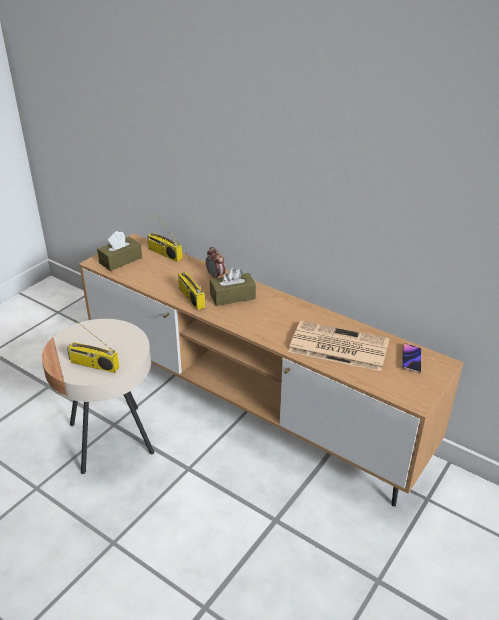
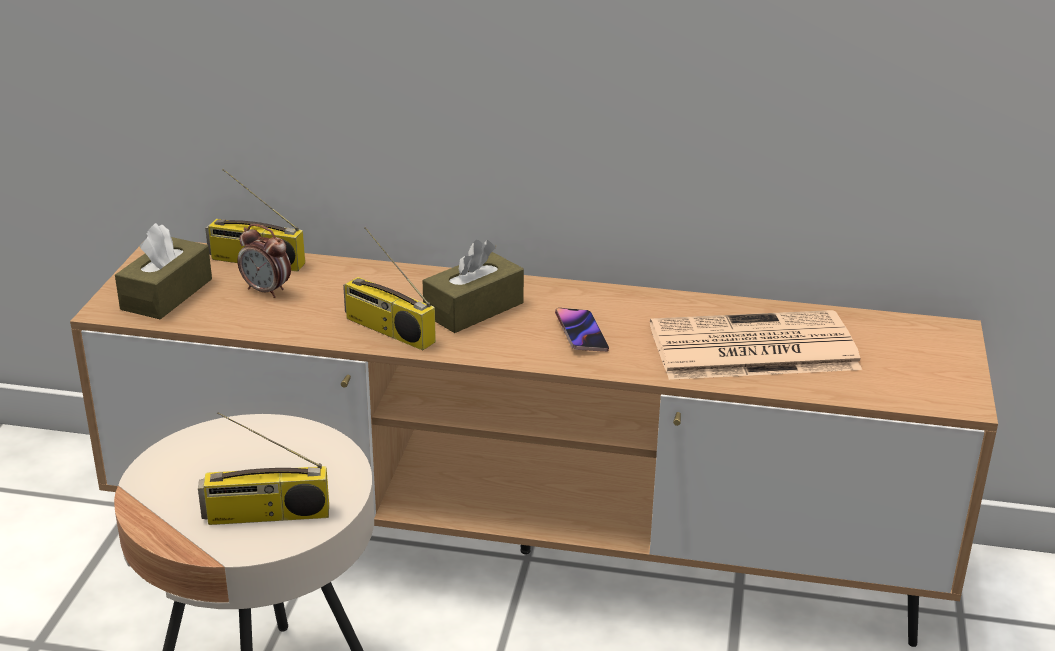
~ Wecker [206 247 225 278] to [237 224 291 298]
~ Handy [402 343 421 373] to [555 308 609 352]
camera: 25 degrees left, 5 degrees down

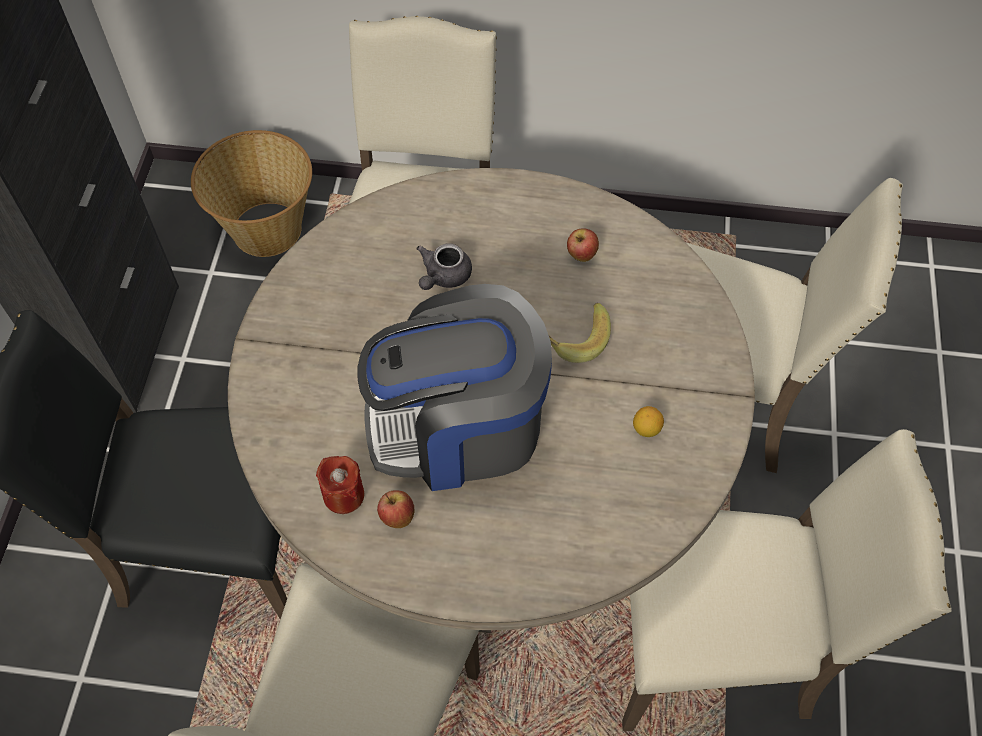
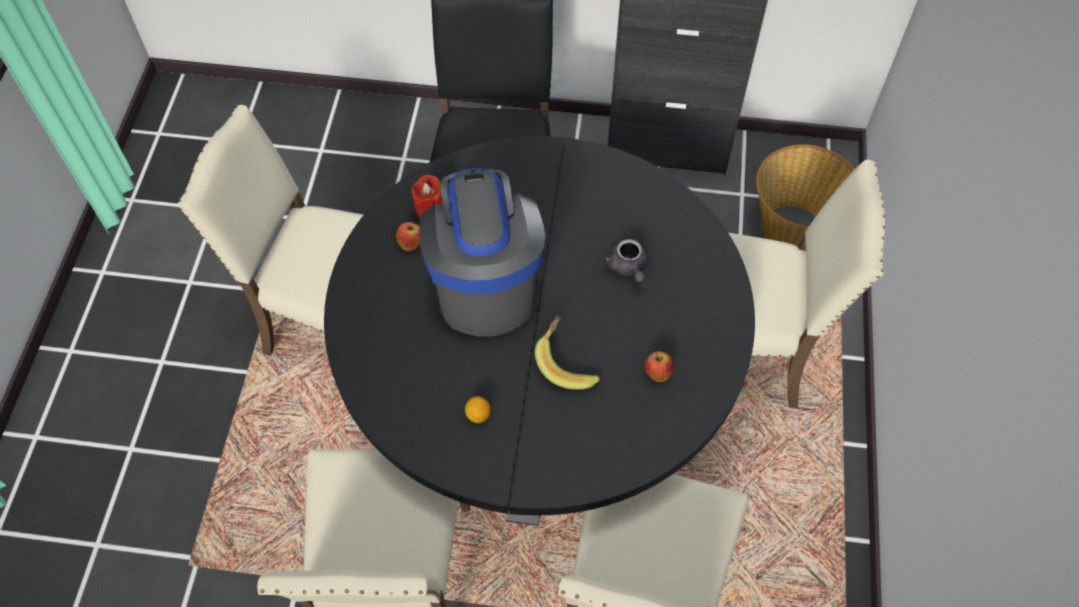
~ Esstisch (beige) [228 168 755 633] to Esstisch (schwarz) [324 136 755 526]
~ Teekanne (grau) [416 243 472 290] = [604 239 648 283] 135 degrees counterclockwise
camera: 90 degrees right, 0 degrees up

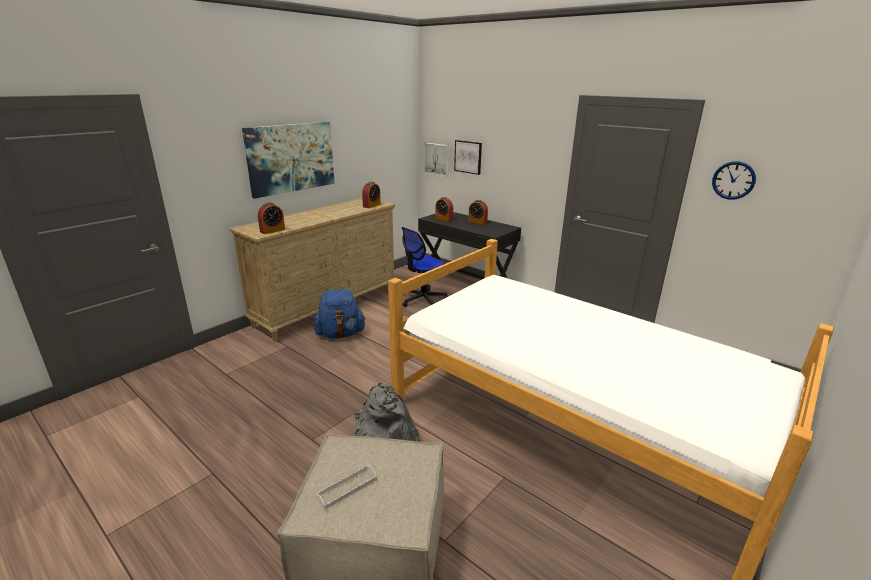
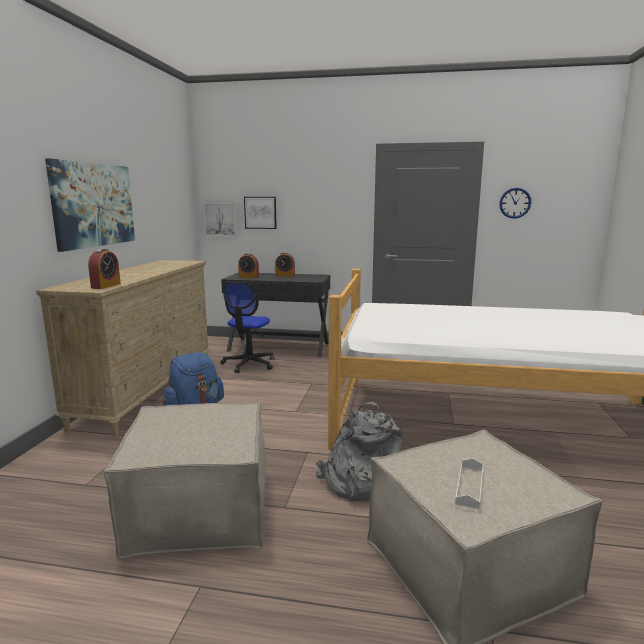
- Wecker [362 182 381 208]
+ Polsterhocker (beige) [104 402 266 558]
camera: 30 degrees left, 10 degrees down

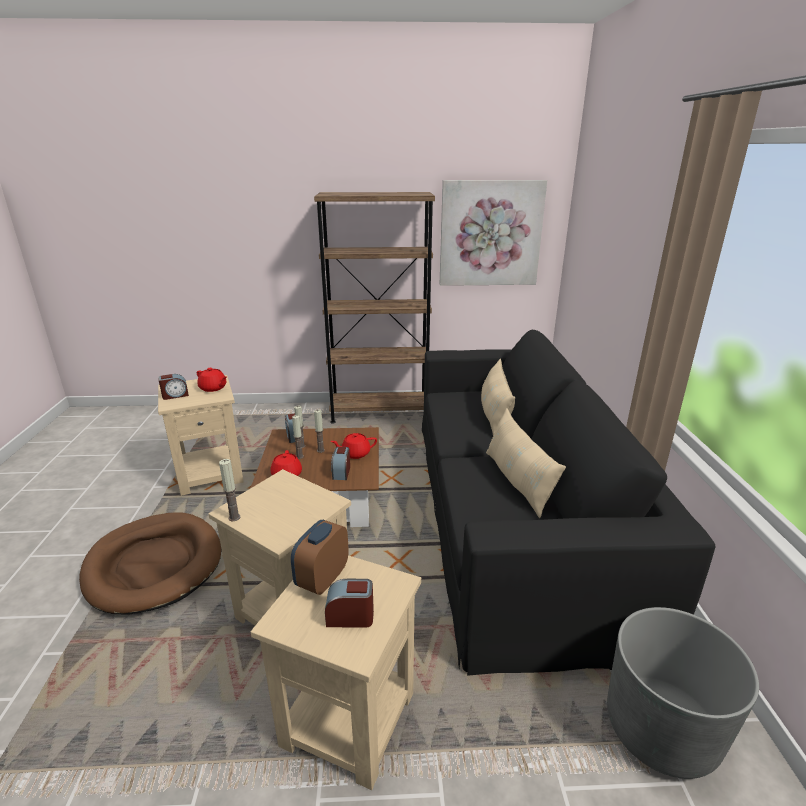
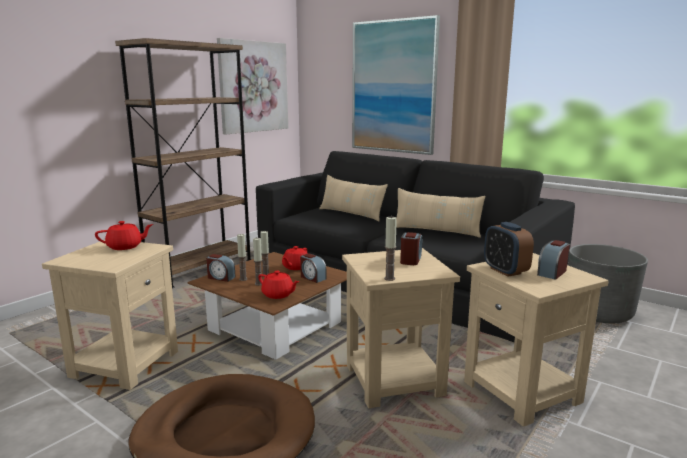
~ Wecker [158 374 189 400] to [400 232 422 265]
+ Bild [352 15 440 155]
camera: 50 degrees left, 10 degrees down

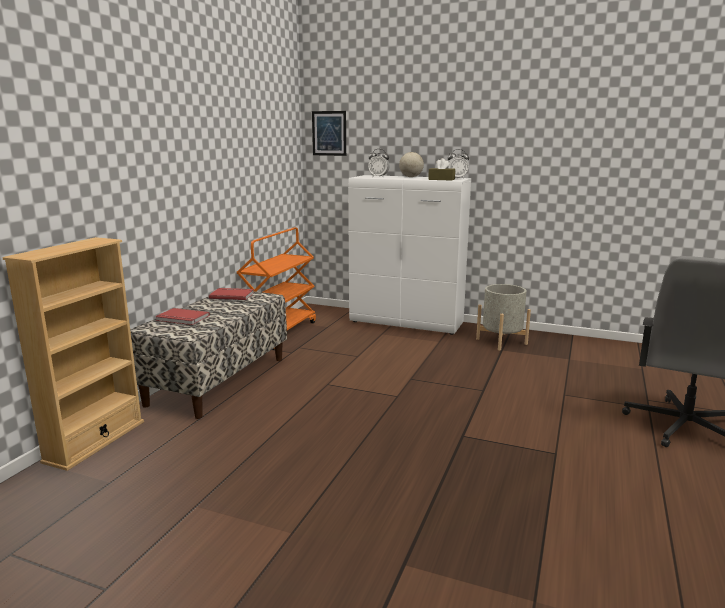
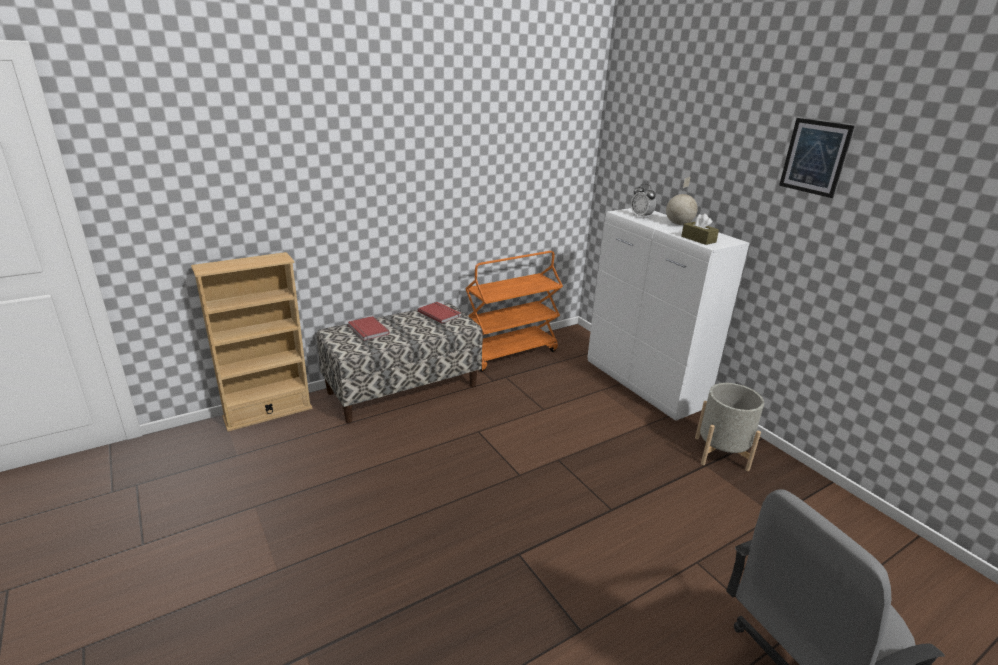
~ Bild [312 111 346 156] to [779 118 855 198]
- Wecker [448 149 469 179]
camera: 35 degrees right, 10 degrees up

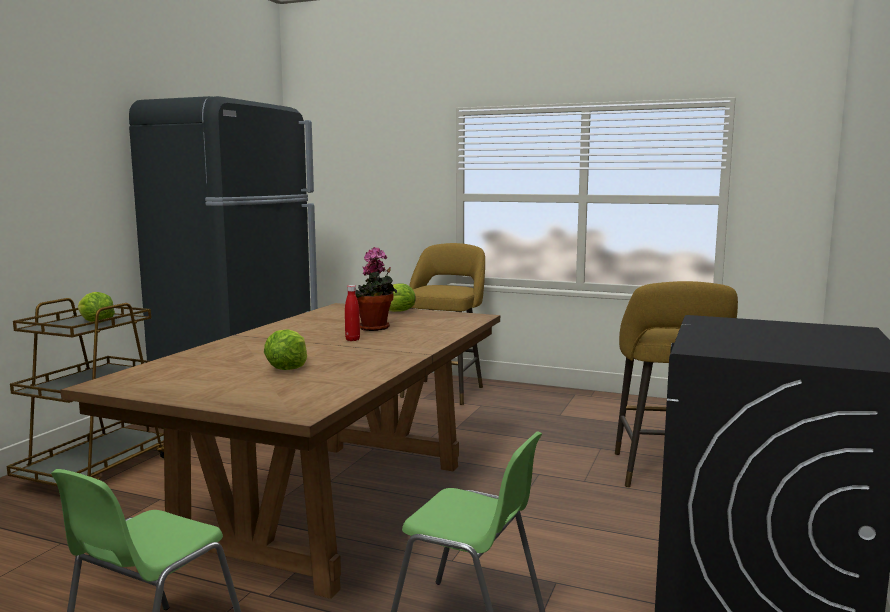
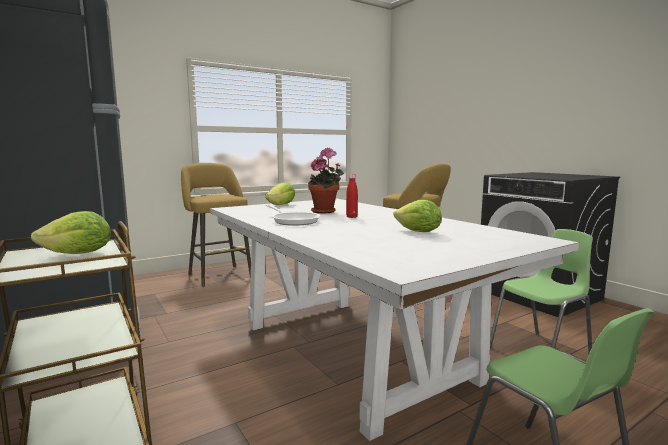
~ Esstisch (braun) [60 303 500 599] to Esstisch (weiß) [210 198 579 441]
+ Pfanne [266 204 321 226]
camera: 55 degrees left, 0 degrees up

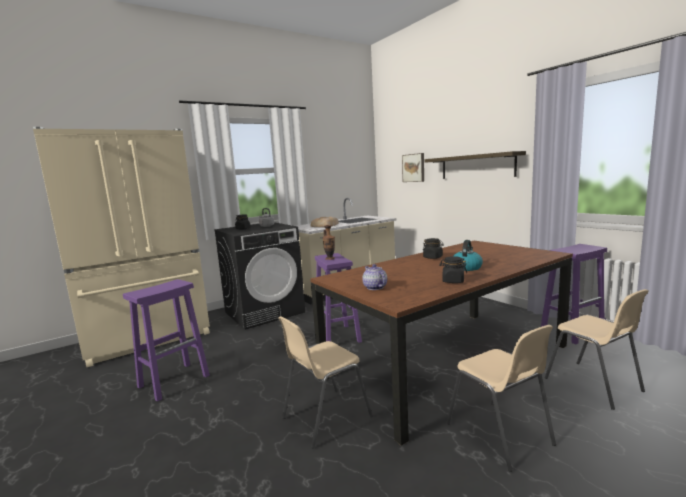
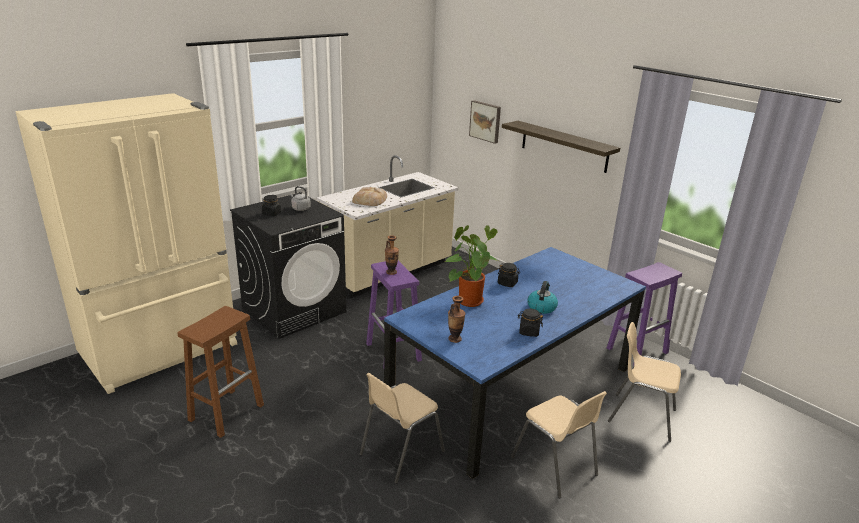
~ Esstisch (braun) [310 241 573 446] to Esstisch (blau) [384 247 646 479]
~ Teekanne [362 264 387 290] to Vase [448 296 465 343]
~ Hocker (lila) [123 279 210 402] to Hocker (braun) [178 306 264 438]
~ Stuhl (beige) [545 289 649 410] = [608 322 681 442] 150 degrees clockwise
+ Topfpflanze [445 225 498 307]
camera: 10 degrees left, 15 degrees up

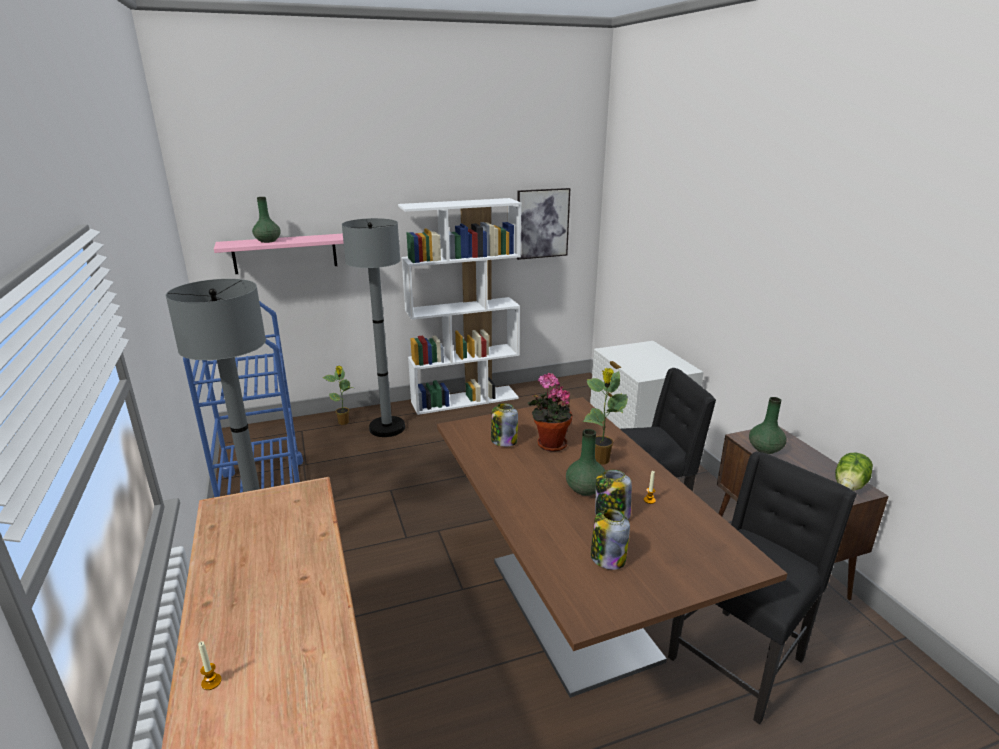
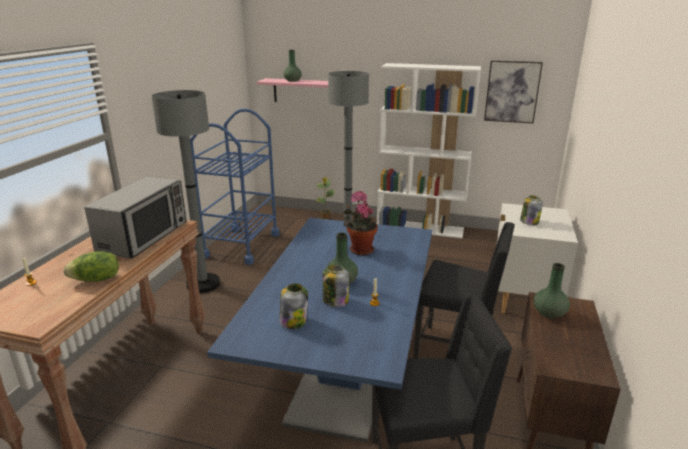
- Topfpflanze [583 368 628 465]
~ Esstisch (braun) [437 397 788 698] to Esstisch (blau) [207 218 432 442]
~ Vorratsglas [491 403 518 447] to [520 195 543 225]
~ Salatkopf [835 452 873 491] to [63 251 119 282]
+ Mikrowelle [84 176 187 258]
camera: 35 degrees right, 0 degrees up

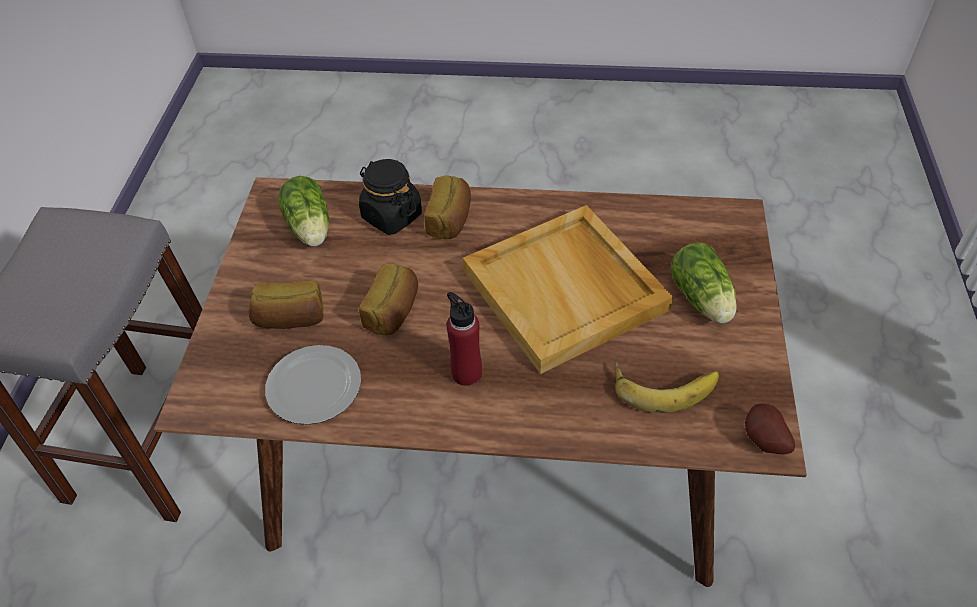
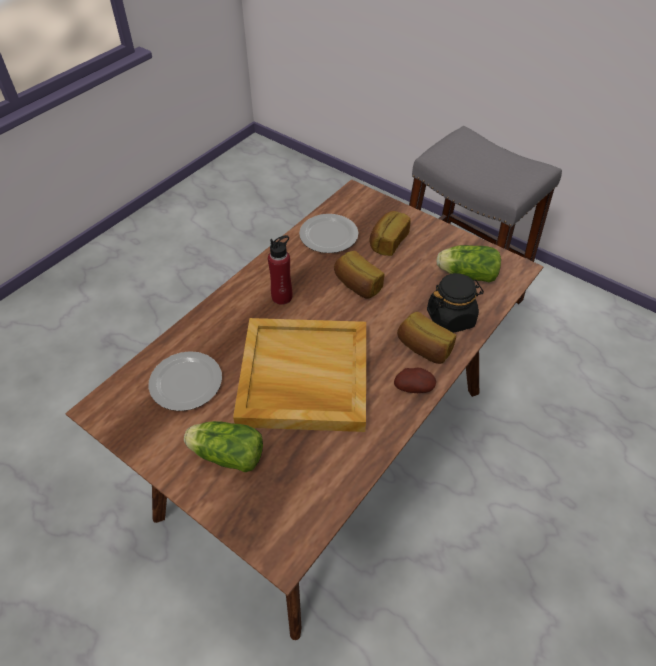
~ Banane [614 361 719 413] to Teller [148 351 222 411]
~ Kartoffel [745 404 795 455] to [394 368 436 393]
camera: 120 degrees right, 0 degrees up

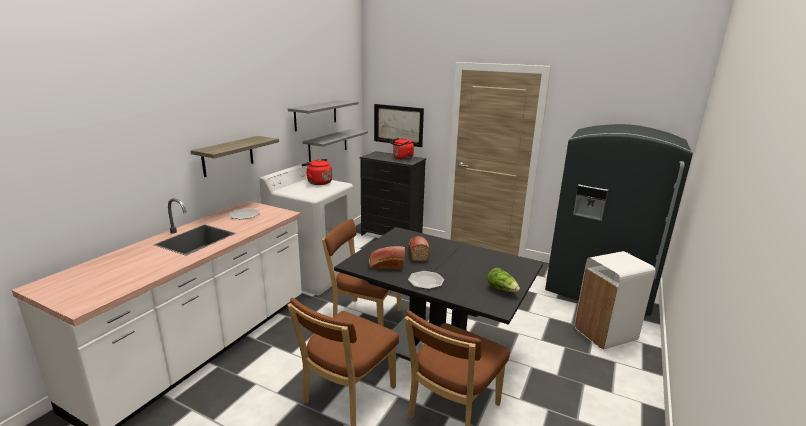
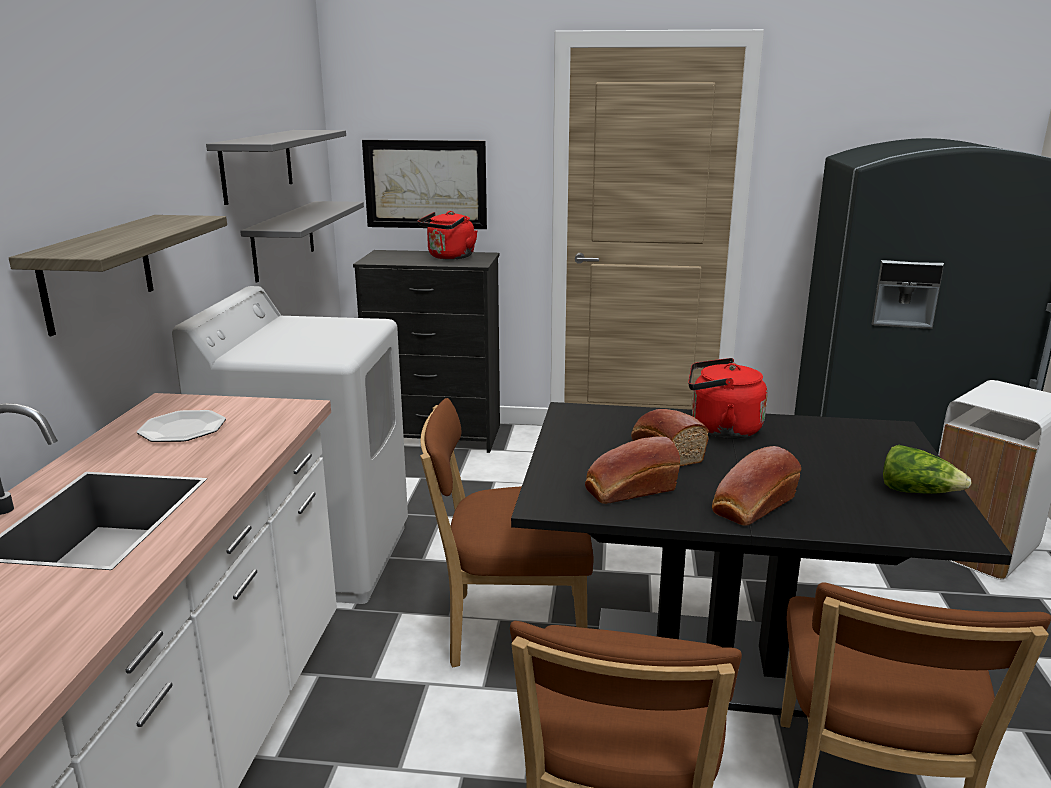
~ Wasserkessel (rot) [302 159 332 185] to [688 358 767 439]
~ Teller [408 271 444 289] to Brot [712 446 801 526]
camera: 20 degrees left, 0 degrees up

